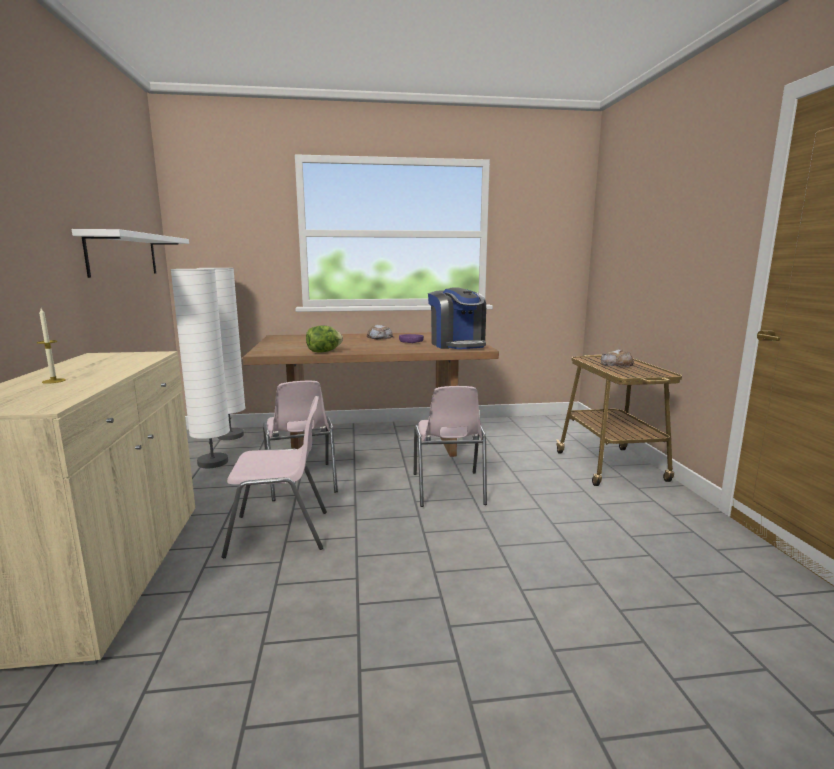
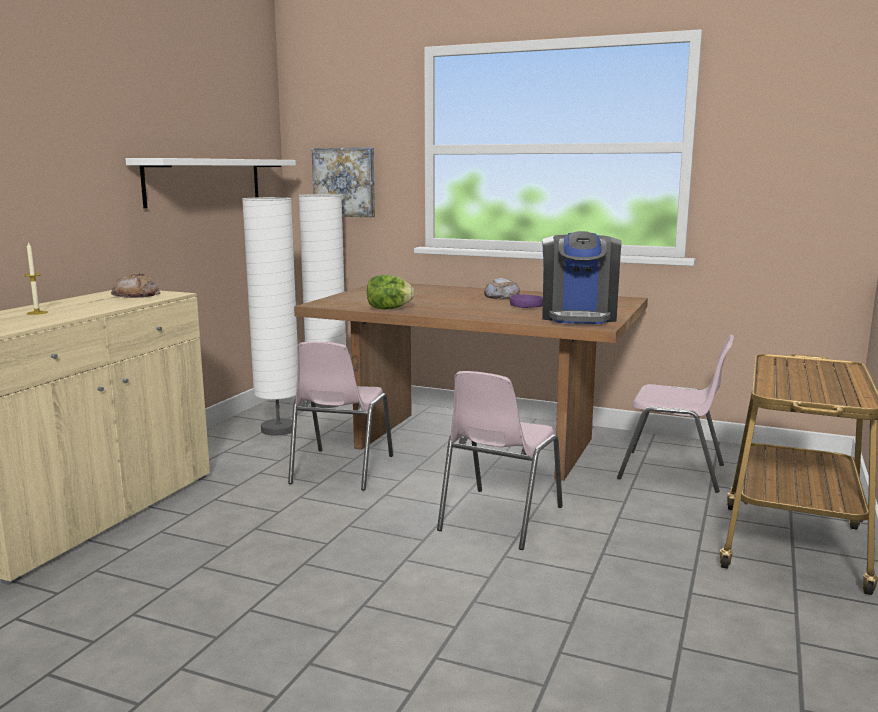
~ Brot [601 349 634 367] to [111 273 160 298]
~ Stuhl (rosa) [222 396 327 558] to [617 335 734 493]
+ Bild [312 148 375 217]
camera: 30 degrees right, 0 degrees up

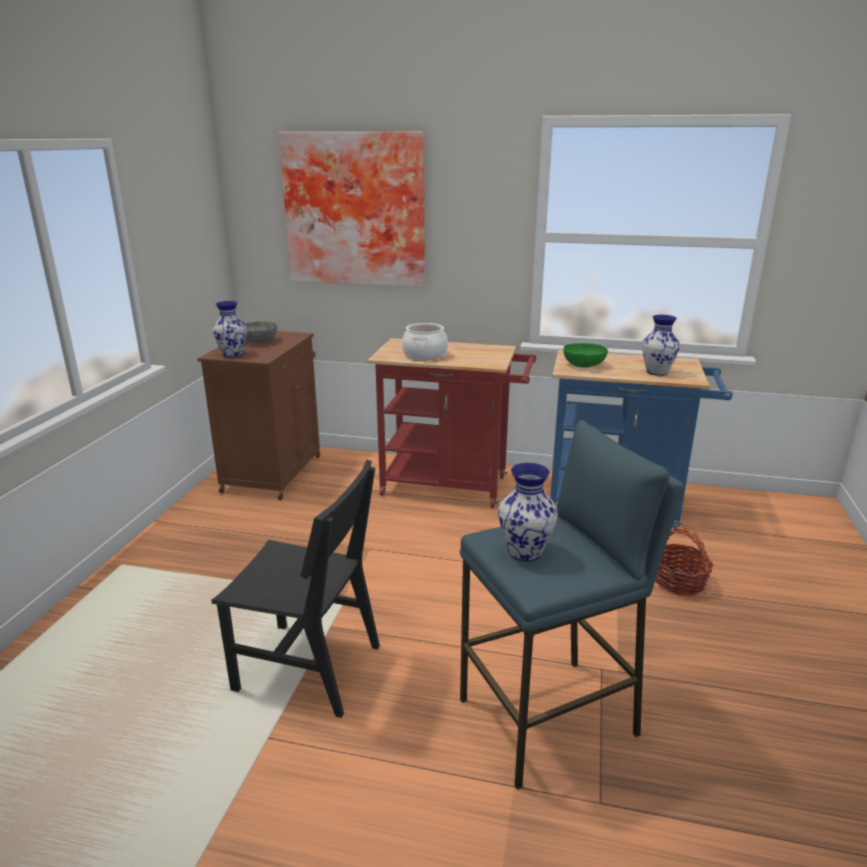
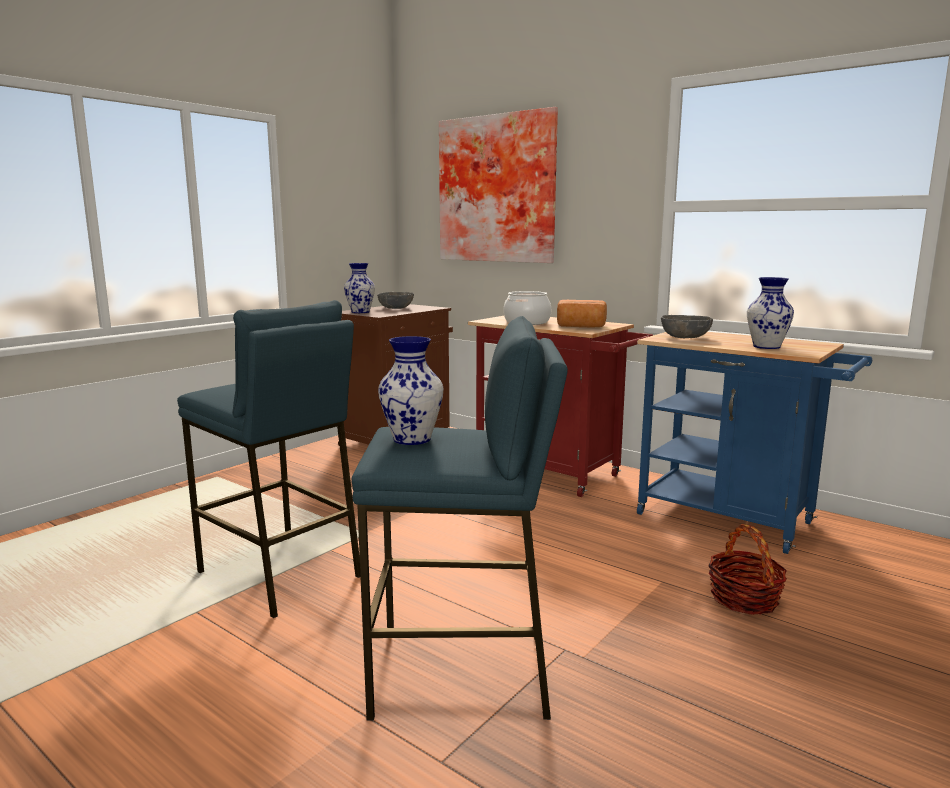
~ Schüssel (grün) [563 343 608 368] to Schüssel (grau) [661 315 713 338]
~ Stuhl (schwarz) [212 460 380 718] to Hocker (blau) [177 300 360 618]
+ Brot [557 300 607 327]
camera: 25 degrees right, 10 degrees down

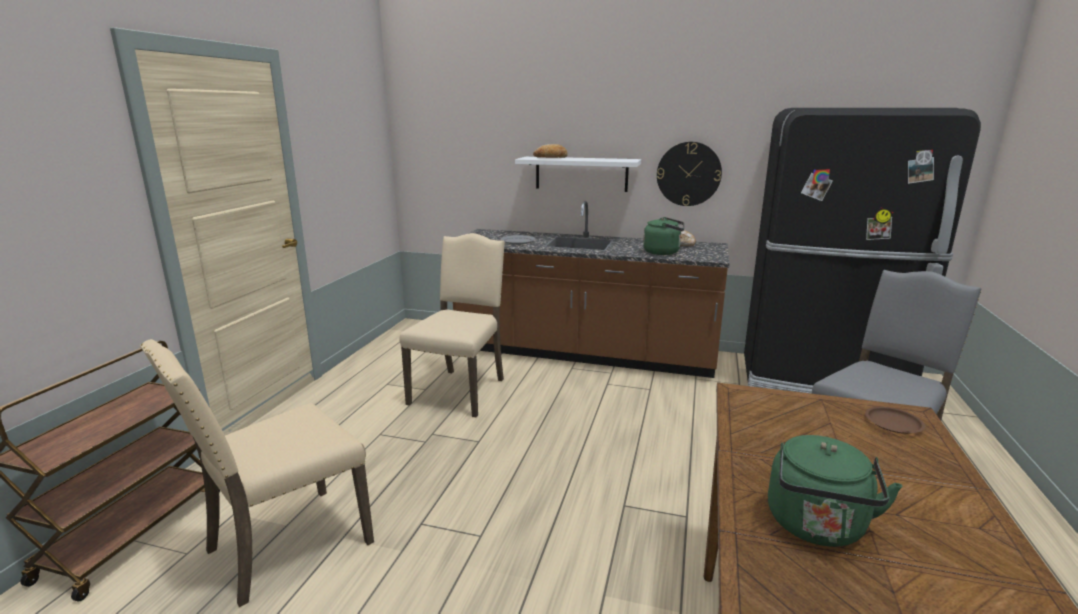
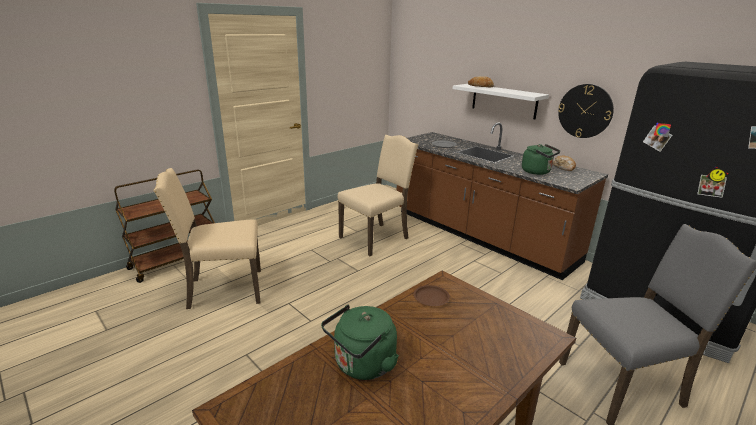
~ Teller (braun) [865 407 925 434] to [414 285 450 306]
camera: 30 degrees right, 5 degrees up

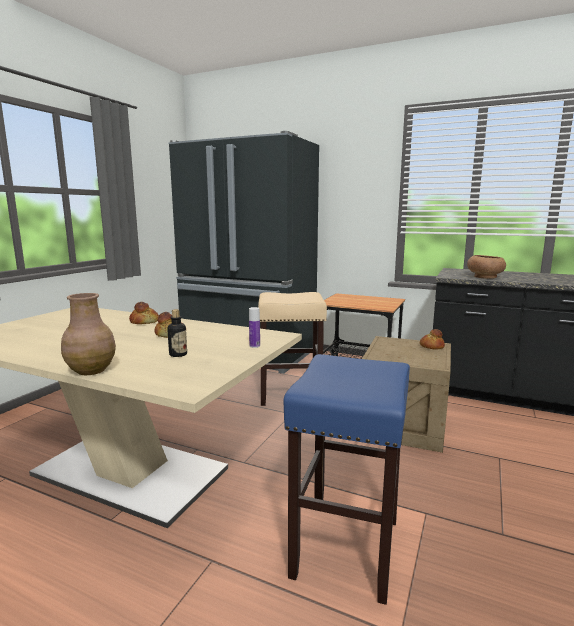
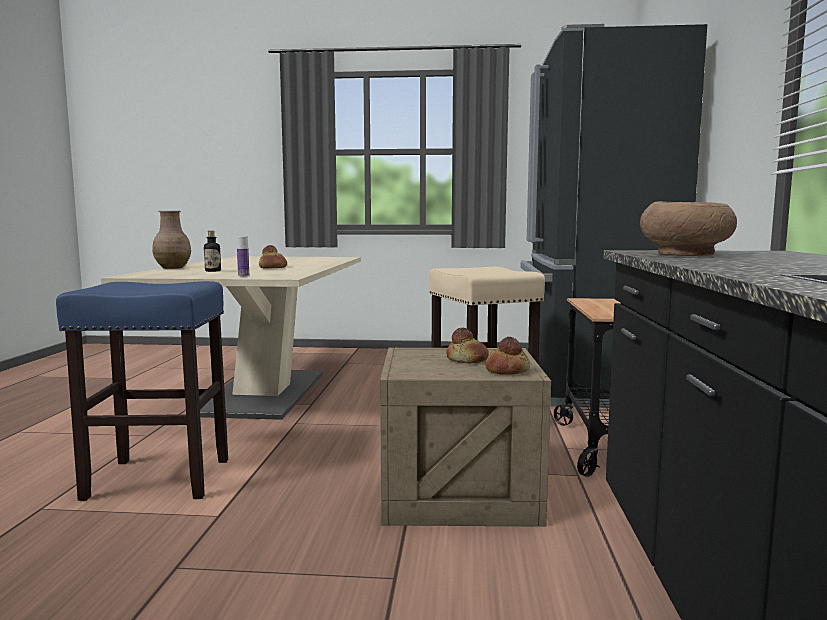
~ Brot [129 302 159 324] to [446 328 489 363]
camera: 70 degrees right, 5 degrees down

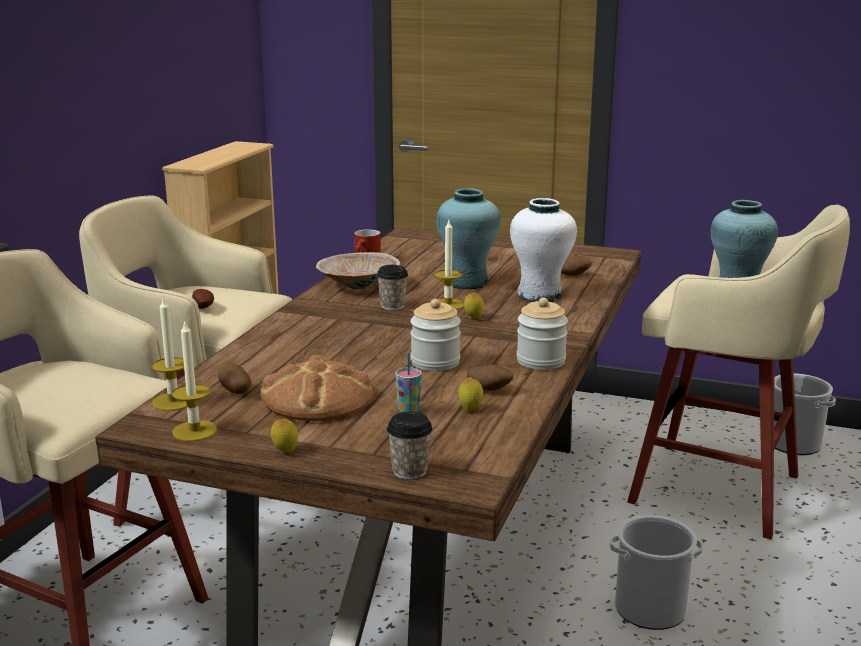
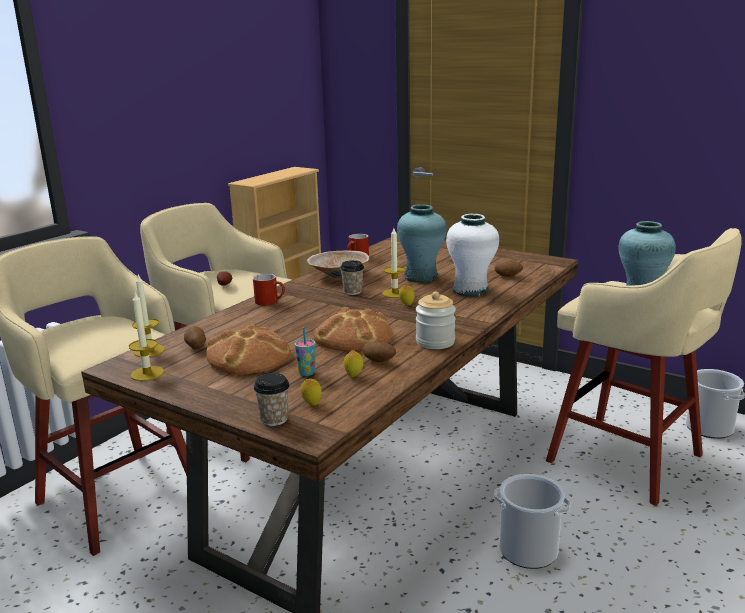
~ Vorratsglas [410 299 461 371] to Brot [314 306 393 351]
~ Zitrone [271 419 298 453] to [301 379 322 406]
+ Henkelbecher (rot) [253 274 285 306]
camera: 15 degrees right, 0 degrees up

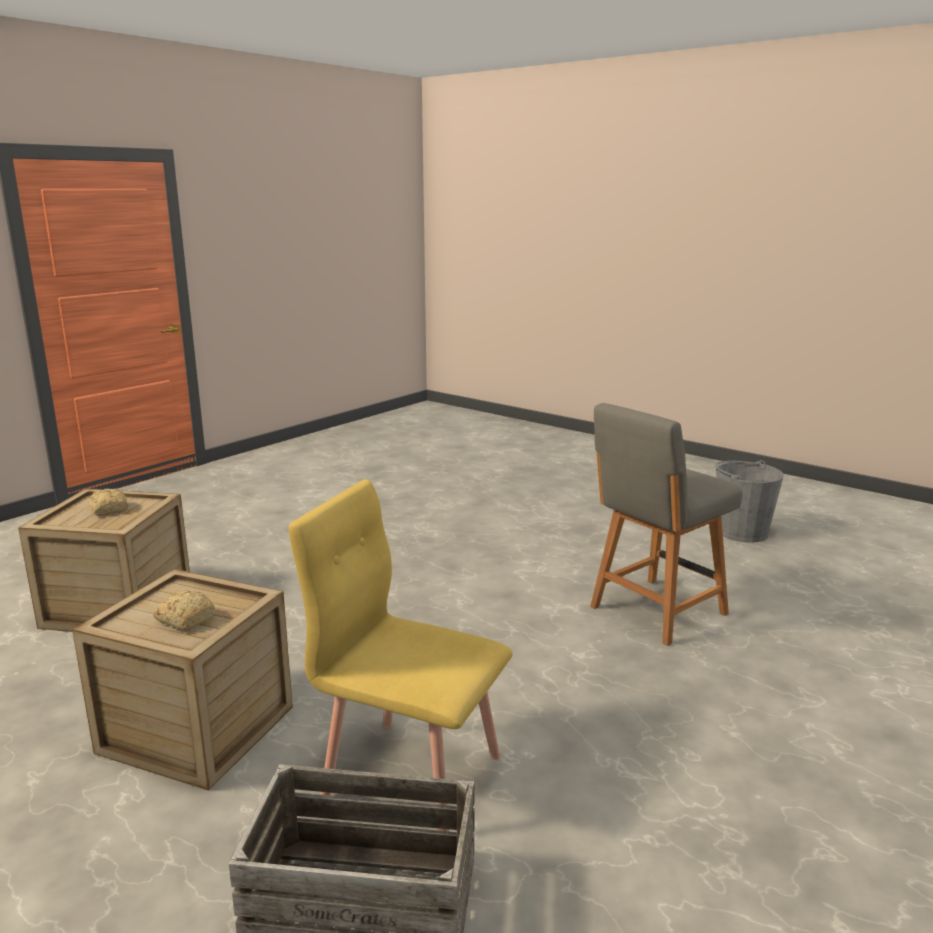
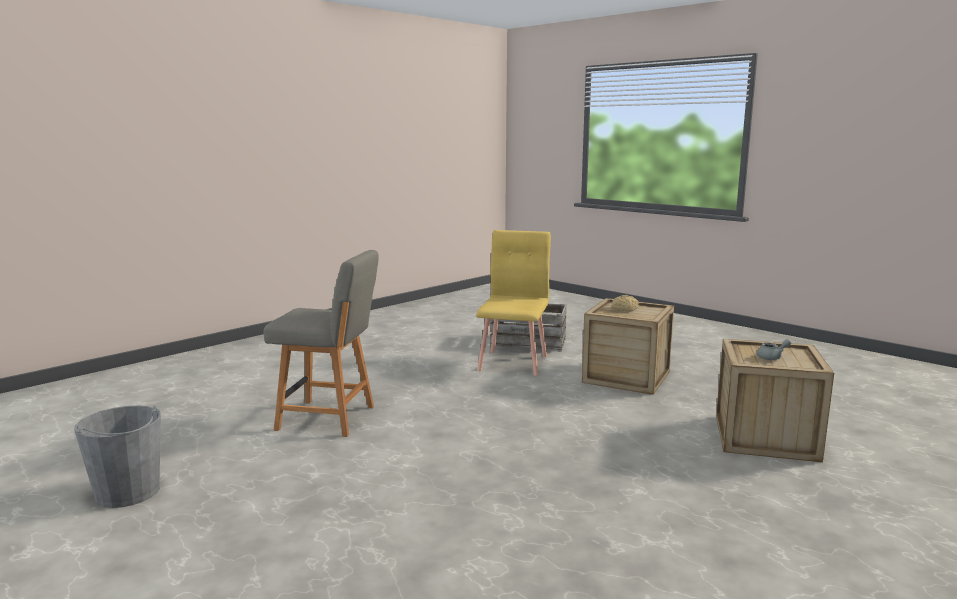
~ Stuhl (grau) [590 403 743 646] = [264 250 379 437] 45 degrees clockwise
~ Stuhl (gelb) [289 479 513 832] = [476 230 551 376] 105 degrees counterclockwise
~ Brot [89 489 129 516] to Teekanne (grau) [757 339 791 360]
camera: 175 degrees left, 5 degrees down

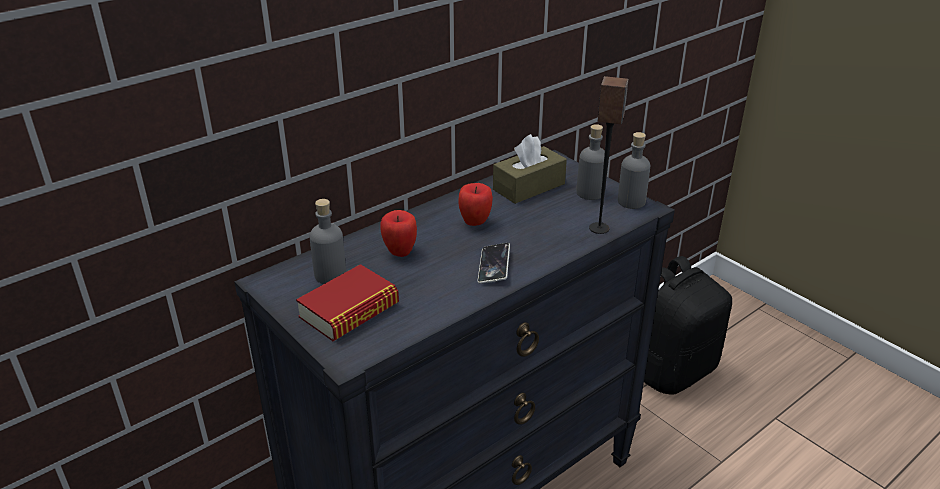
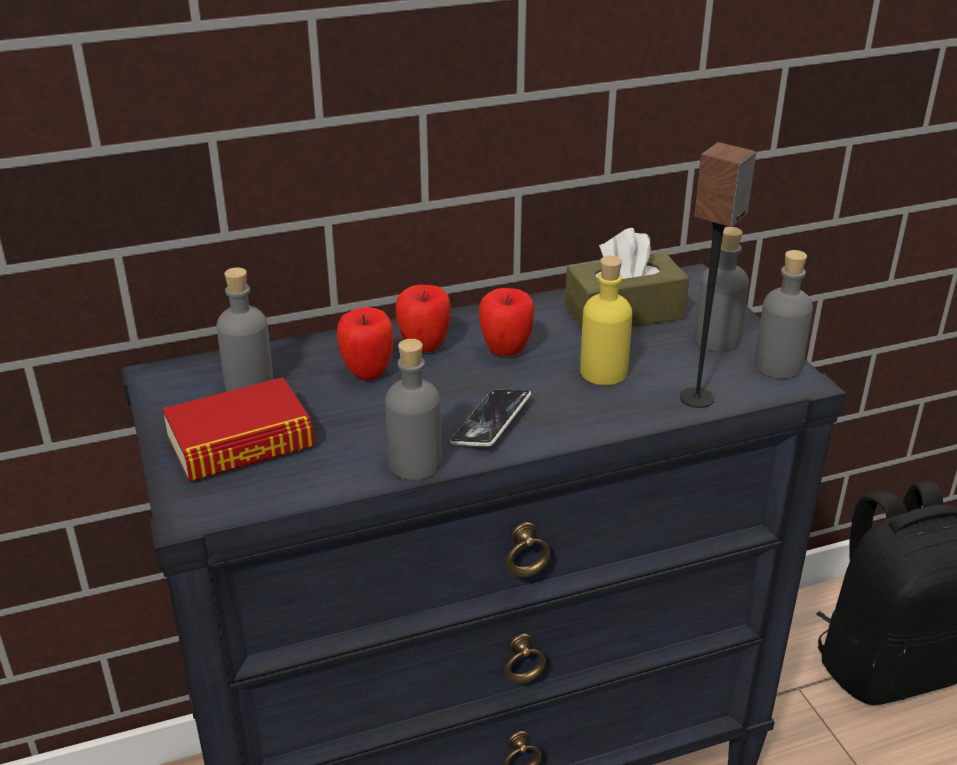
+ Flasche (gelb) [580 256 632 385]
+ Apfel [396 285 451 352]
+ Flasche (grau) [385 339 442 481]
camera: 20 degrees right, 0 degrees up

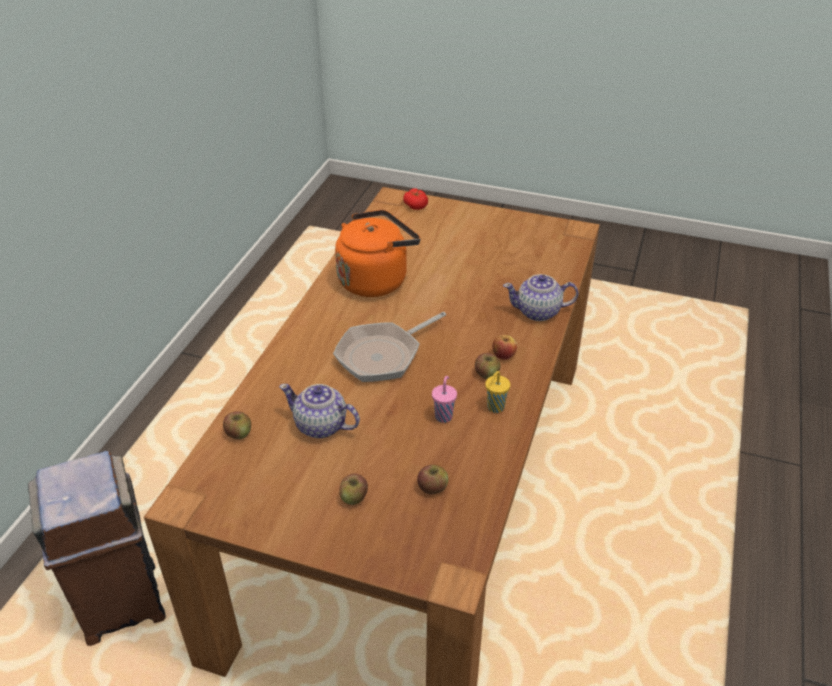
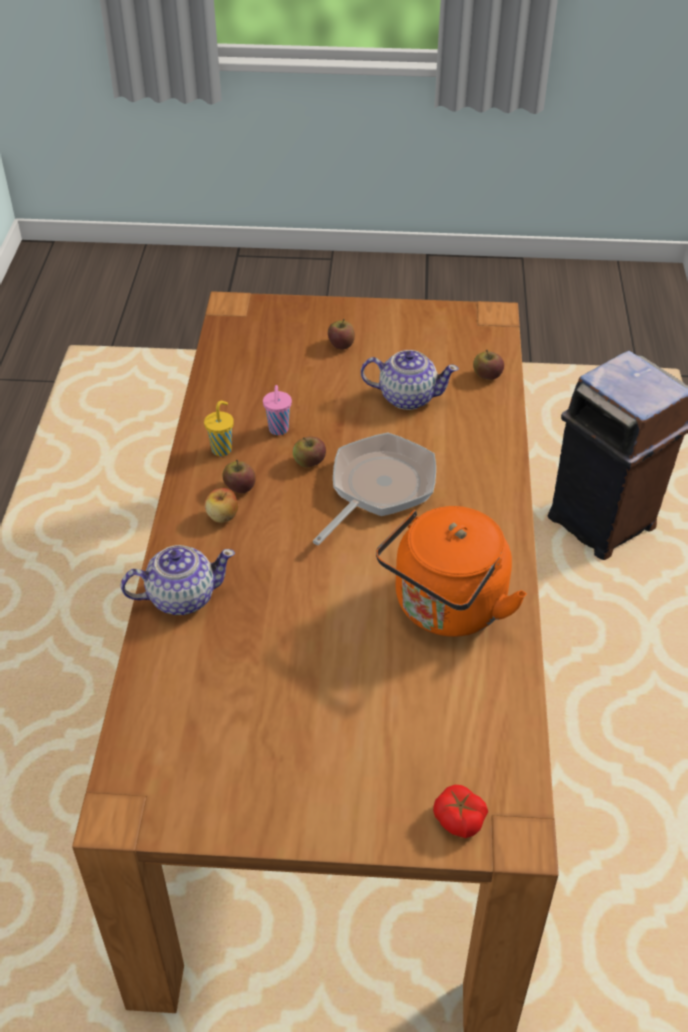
~ Apfel [417 465 448 494] to [293 437 326 468]
camera: 165 degrees right, 5 degrees up

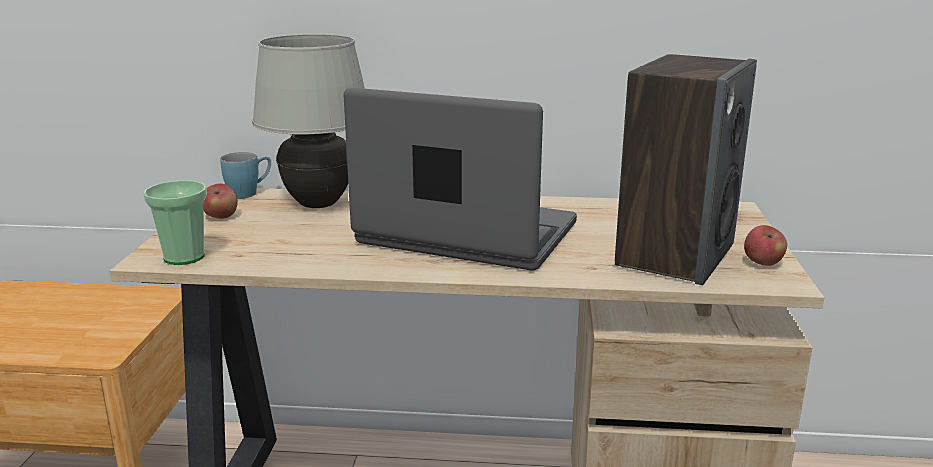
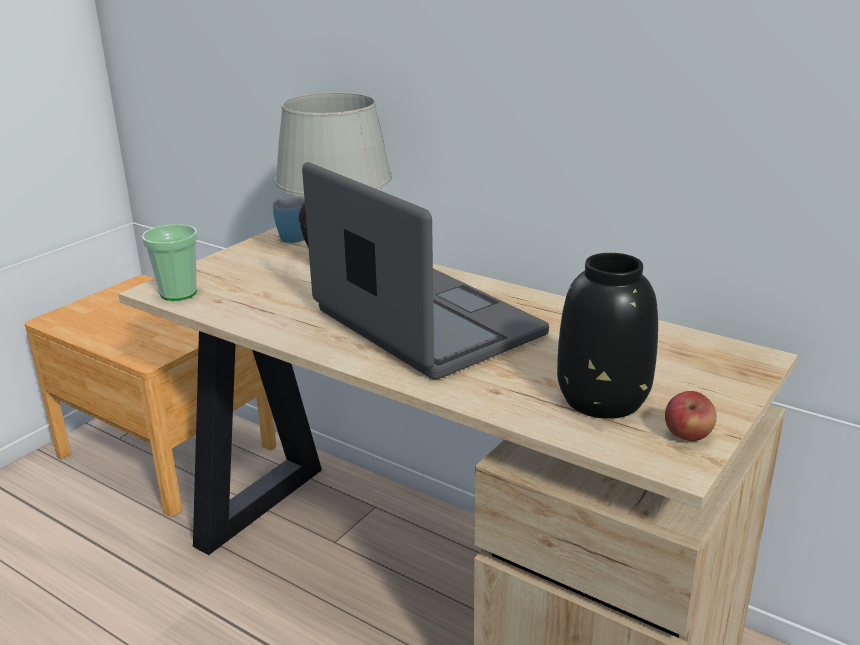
~ Lautsprecher [615 54 757 285] to Vase (schwarz) [557 253 658 419]
- Apfel [204 183 238 219]
camera: 30 degrees right, 5 degrees up

